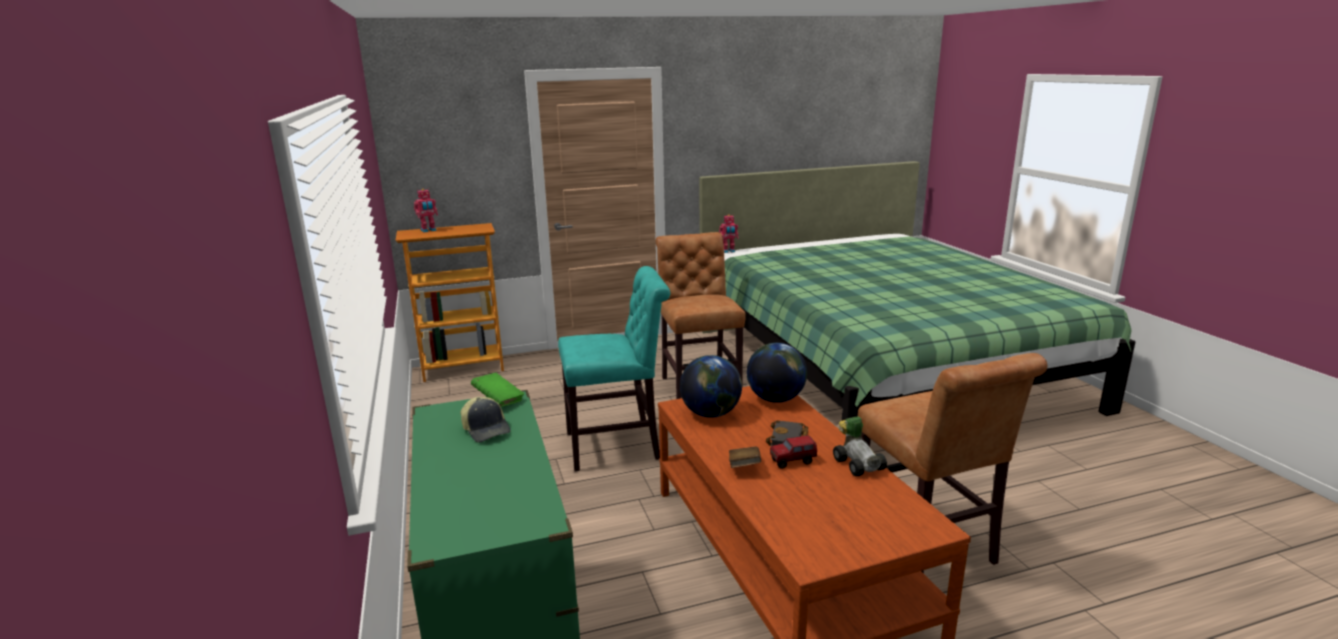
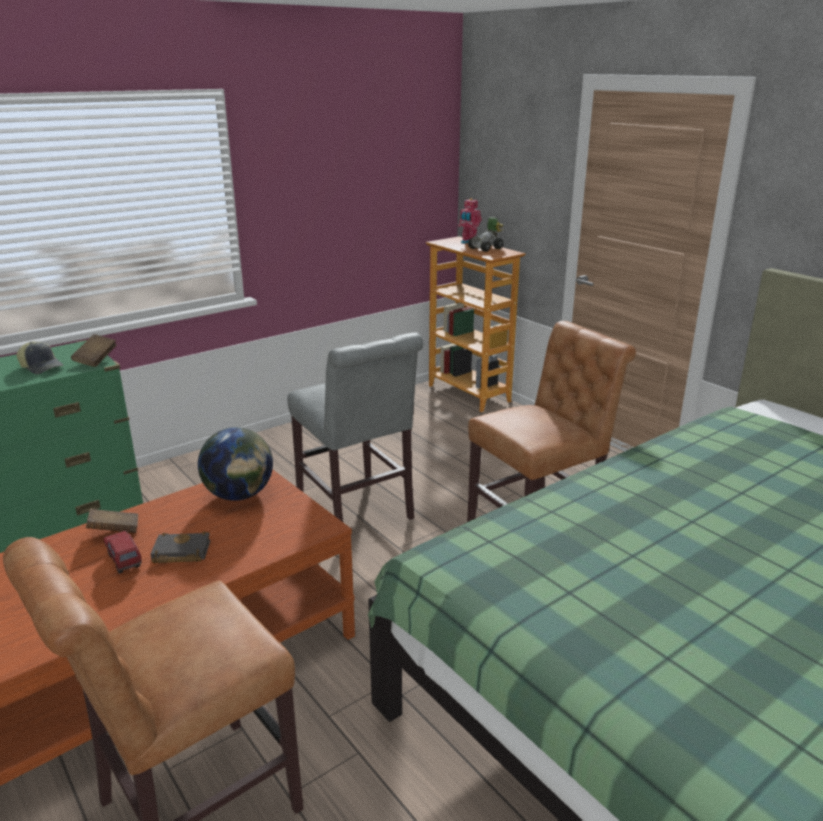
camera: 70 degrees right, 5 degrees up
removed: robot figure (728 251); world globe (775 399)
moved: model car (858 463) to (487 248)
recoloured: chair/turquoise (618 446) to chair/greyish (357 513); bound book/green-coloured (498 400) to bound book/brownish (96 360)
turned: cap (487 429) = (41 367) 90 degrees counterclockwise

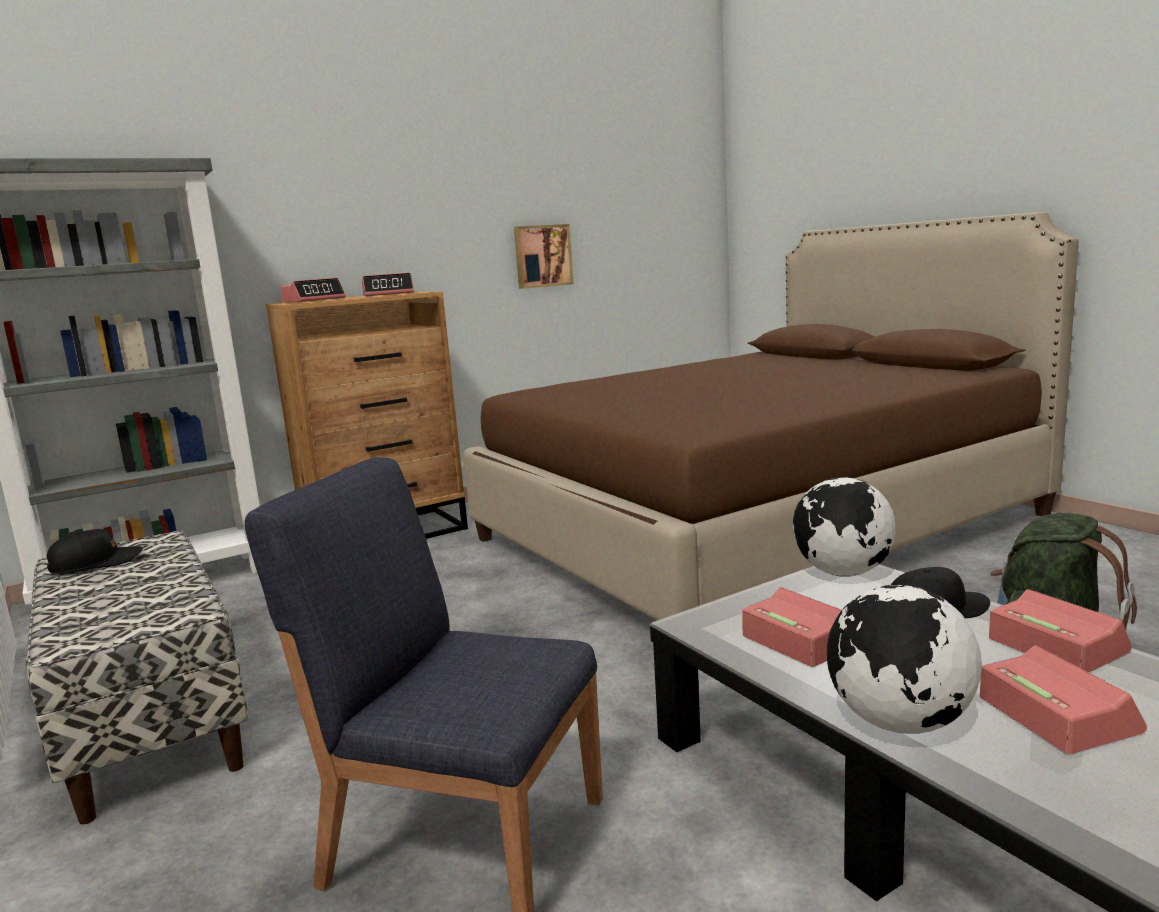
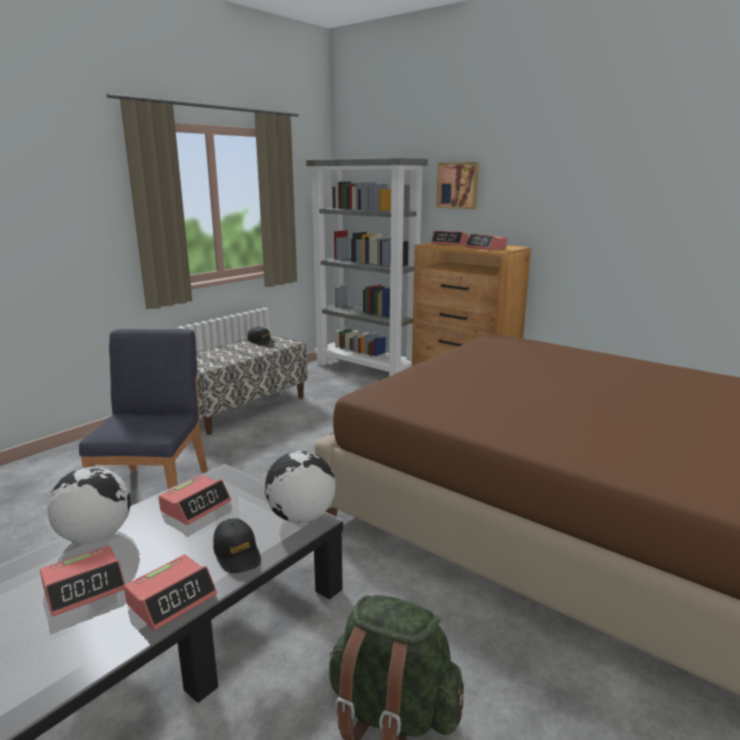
camera: 70 degrees right, 5 degrees up
moved: picture (542 256) to (458 185)

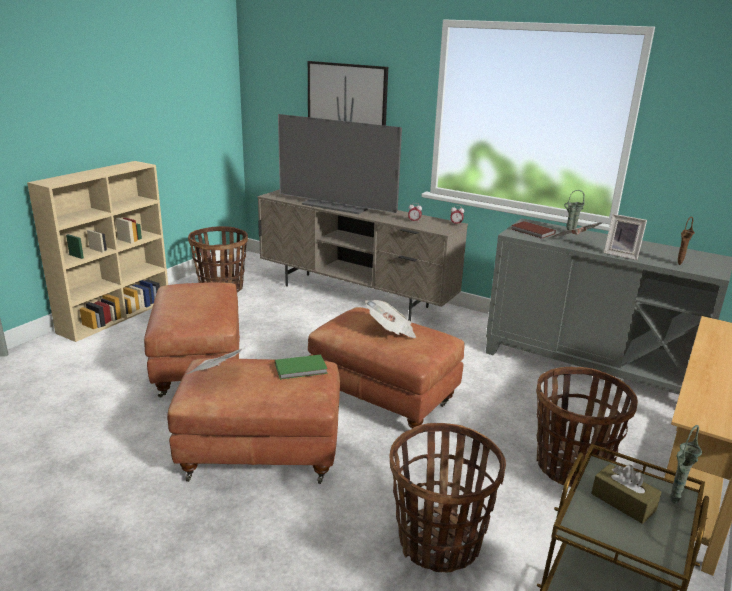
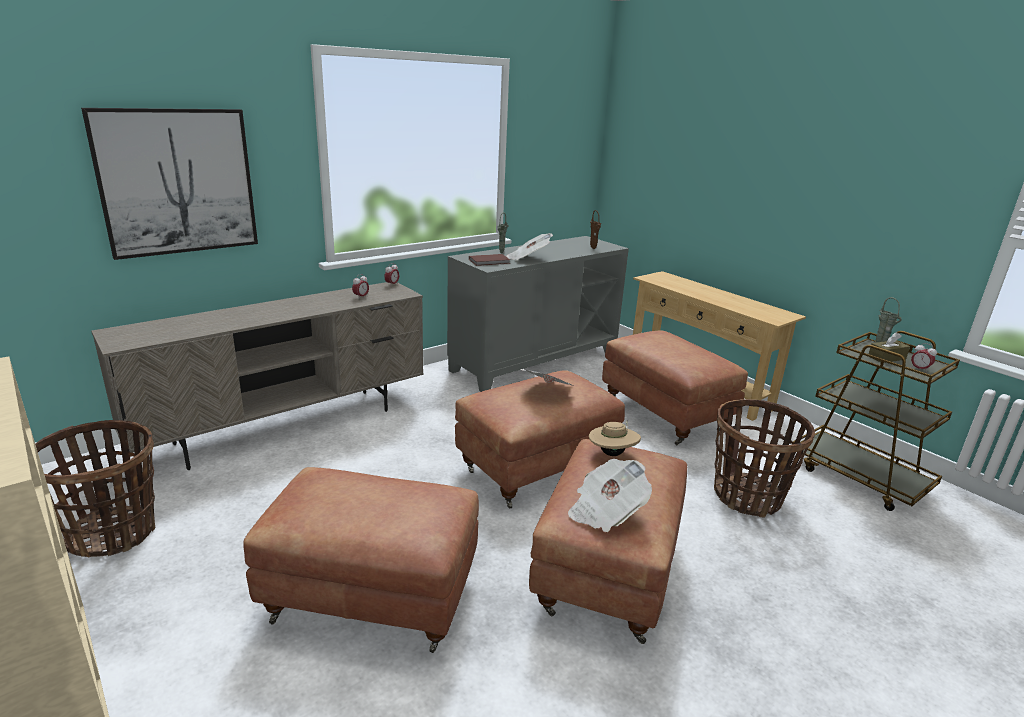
camera: 70 degrees left, 0 degrees up
removed: TV (338 205); standing frame (621 255)
added: alarm clock (919 369)
replaced: bound book/green-coloured (301 369) to wearable hat/beige-coloured (612 453); household basket (571 467) to pouffe/brownish (665 414)

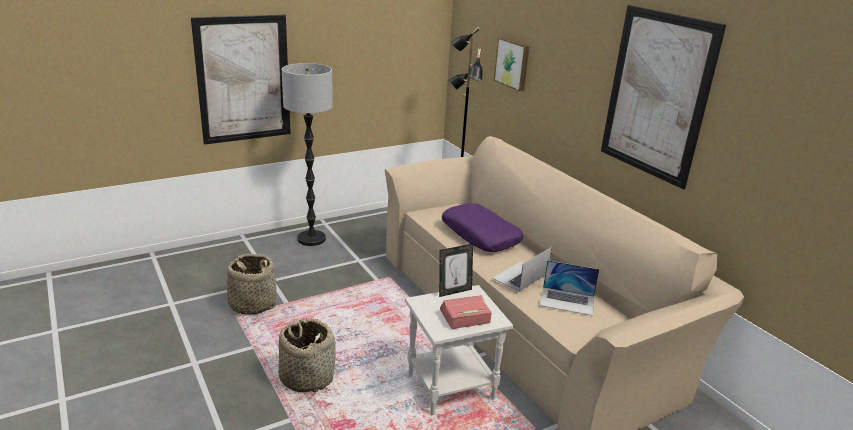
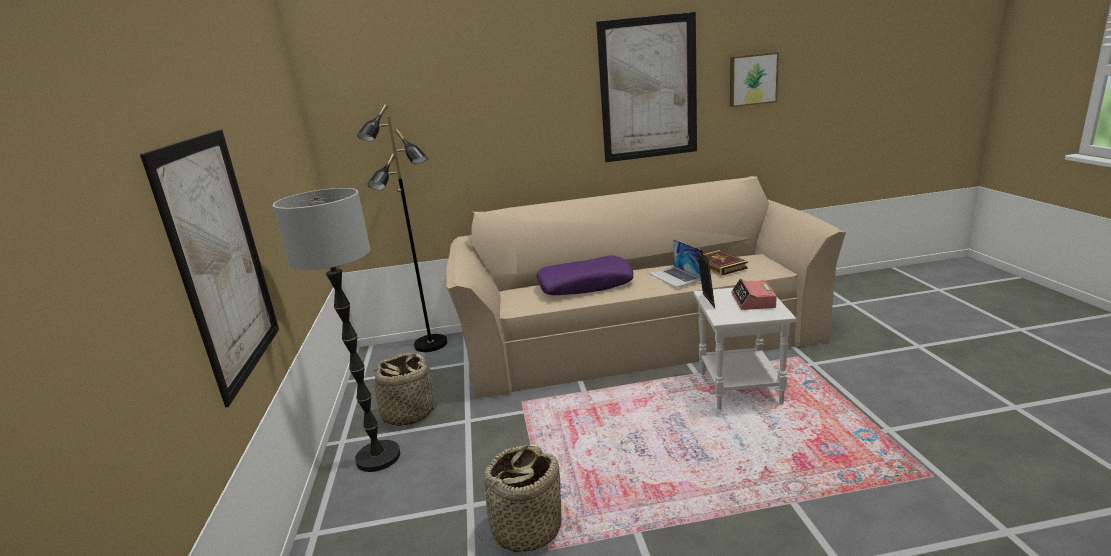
camera: 65 degrees left, 5 degrees down
moved: picture (513 63) to (752 79); household basket (307 377) to (408 413)
replaced: portable computer (567 301) to bound book (720 265)

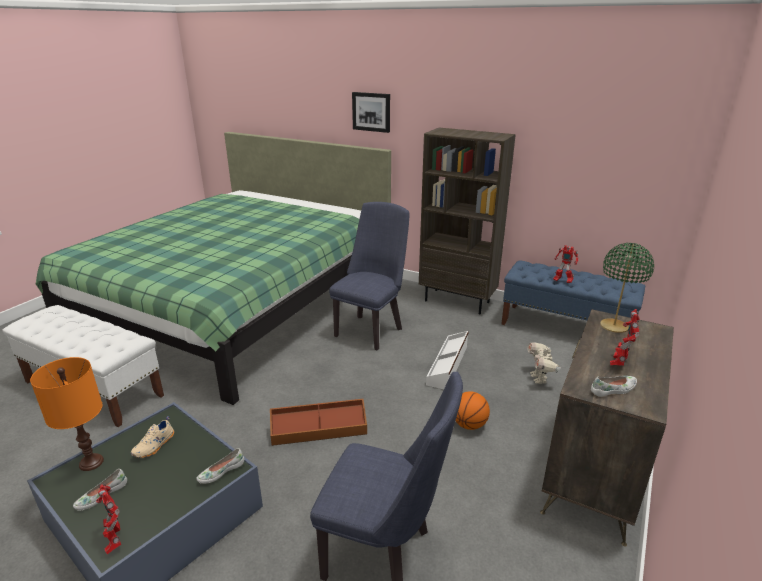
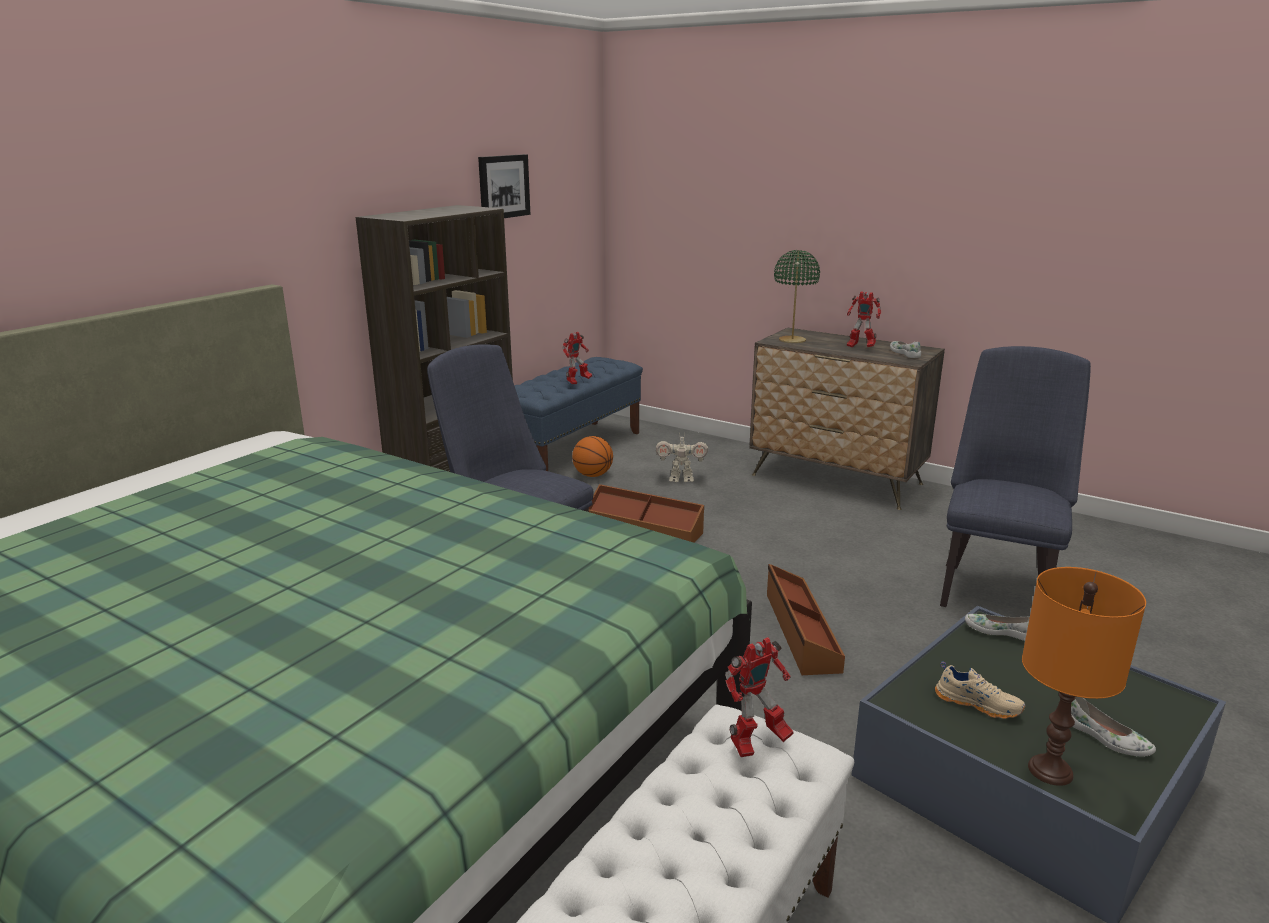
camera: 85 degrees left, 5 degrees down
moved: picture (371 112) to (503 186); basketball ball (469 424) to (593 475); robot figure (115 540) to (756 744)
recoloured: storage box/white-coloured (448 365) to storage box/brownish (644 527)
turned: item of footwear/white-coloured (221 471) = (1001 631) 150 degrees clockwise

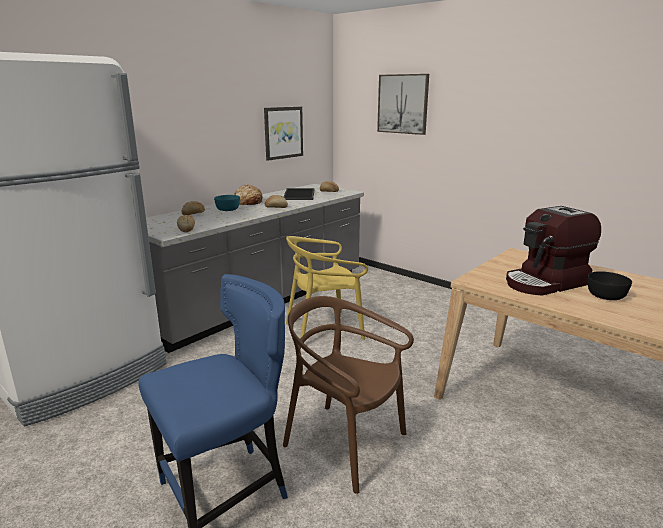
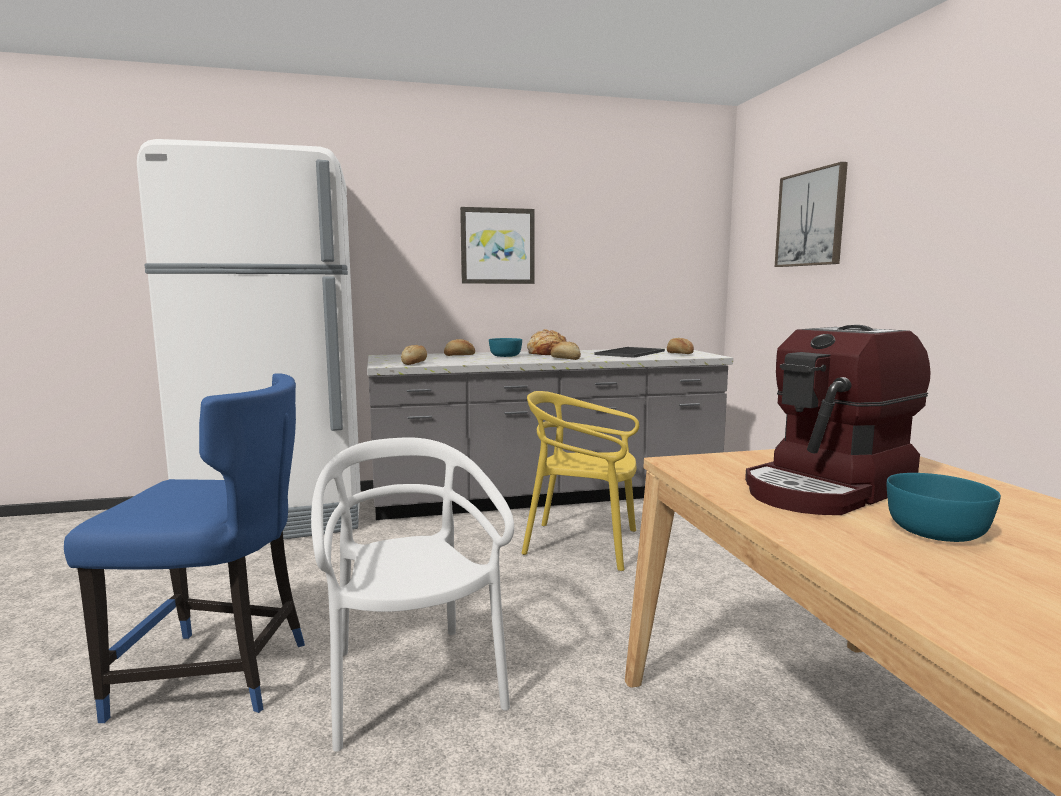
camera: 35 degrees right, 10 degrees down
moved: picture (283 132) to (497 246)
recoloured: serving bowl/blackish (606 296) to serving bowl/turquoise (938 532); chair/brownish (344 443) to chair/white-coloured (411 684)
turned: coffee machine (546 283) = (829 489) 45 degrees counterclockwise

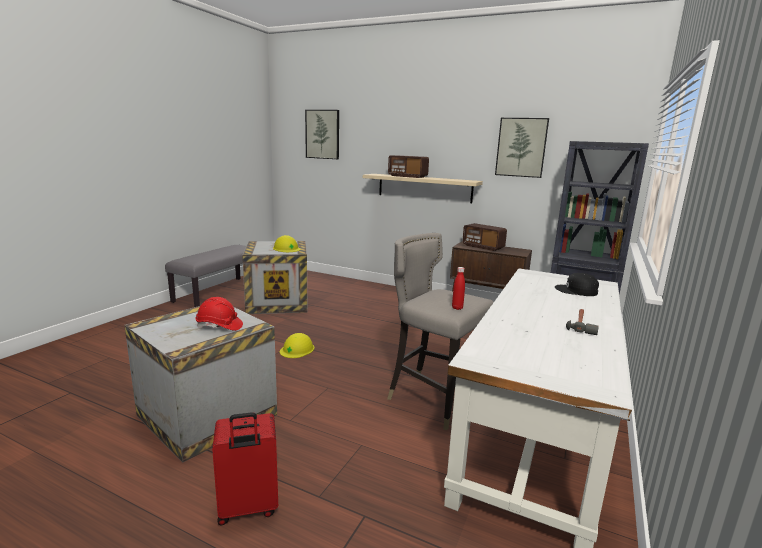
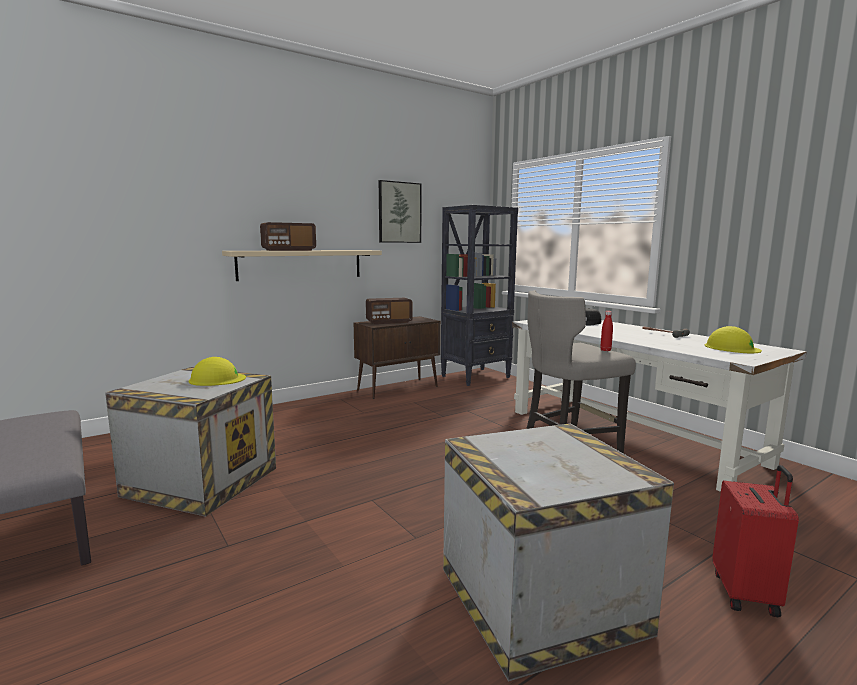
camera: 60 degrees left, 5 degrees down
removed: picture (322 134); work helmet/reddish (219 326)
moved: work helmet/yellowish (297 349) to (731 348)

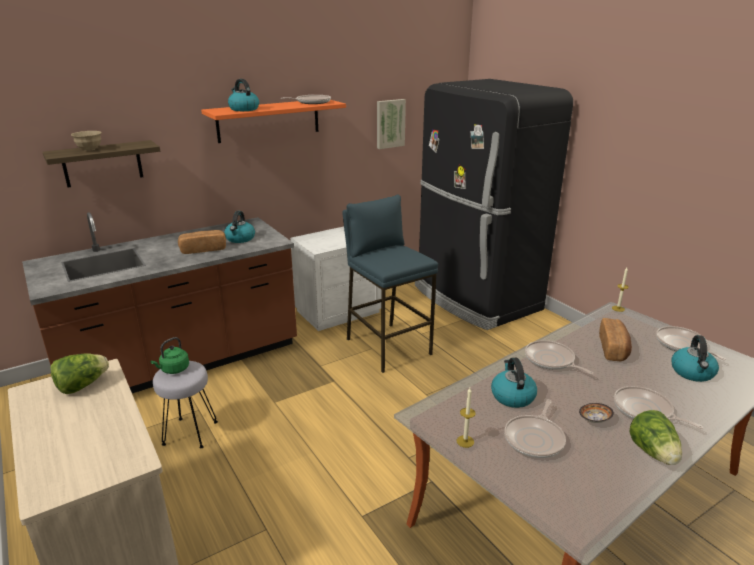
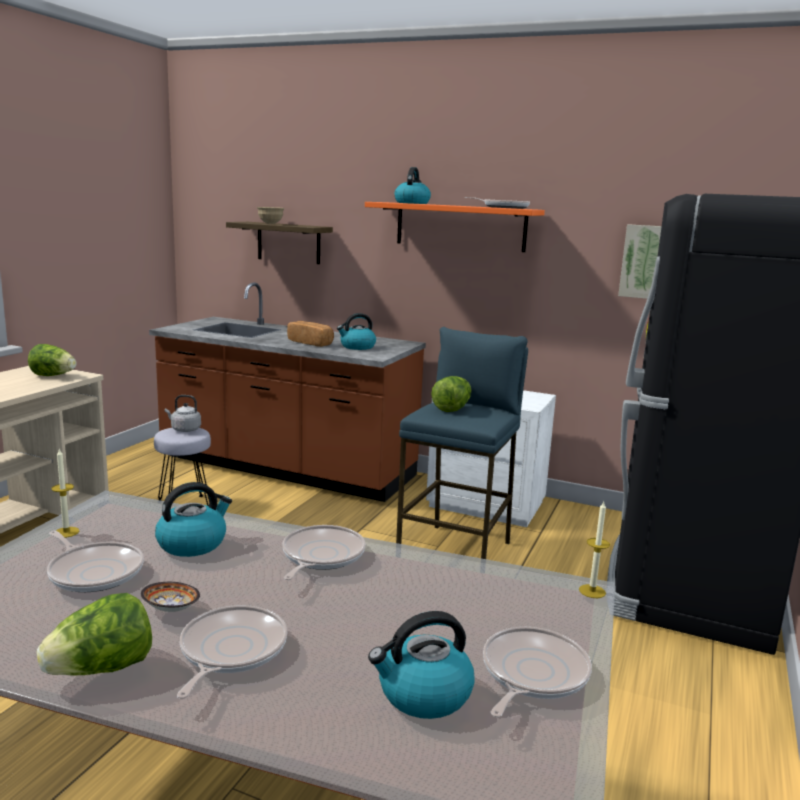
camera: 55 degrees right, 10 degrees down
removed: baked bread (613 349)
added: head of lettuce (452 408)
recoloured: tea kettle/green-coloured (173 369) to tea kettle/greyish (184 429)
turned: frying pan (535 438) = (94 572) 135 degrees counterclockwise

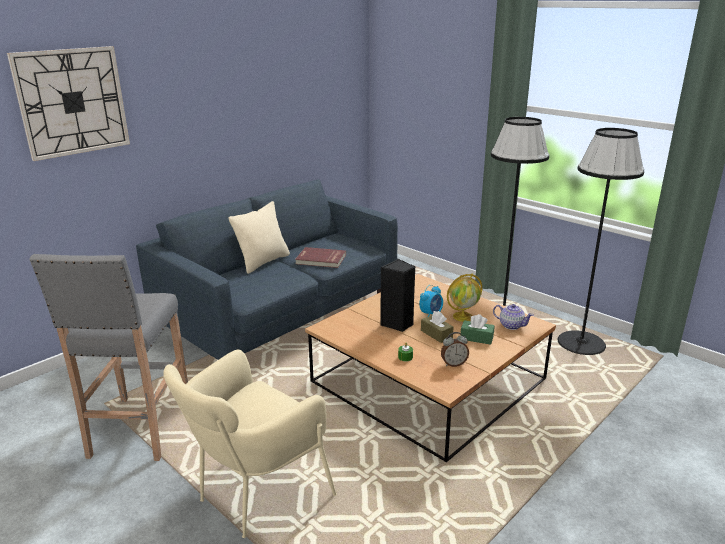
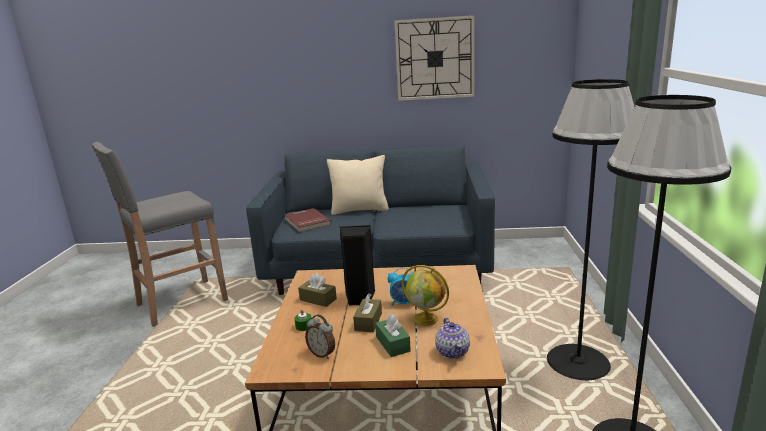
camera: 50 degrees right, 5 degrees down
removed: easy chair/beige-coloured (255 494)
added: tissue box/brownish (318 299)
moved: hanging clock (72 102) to (435 59); bound book/reddish (320 259) to (306 222)

